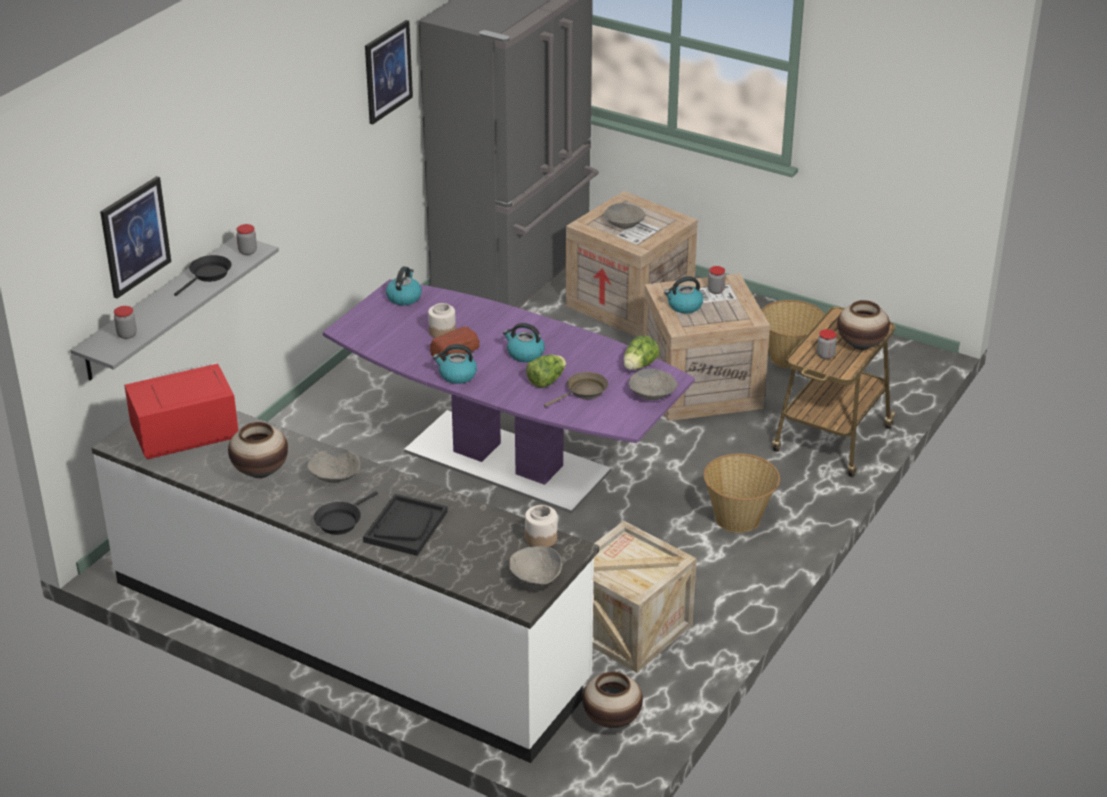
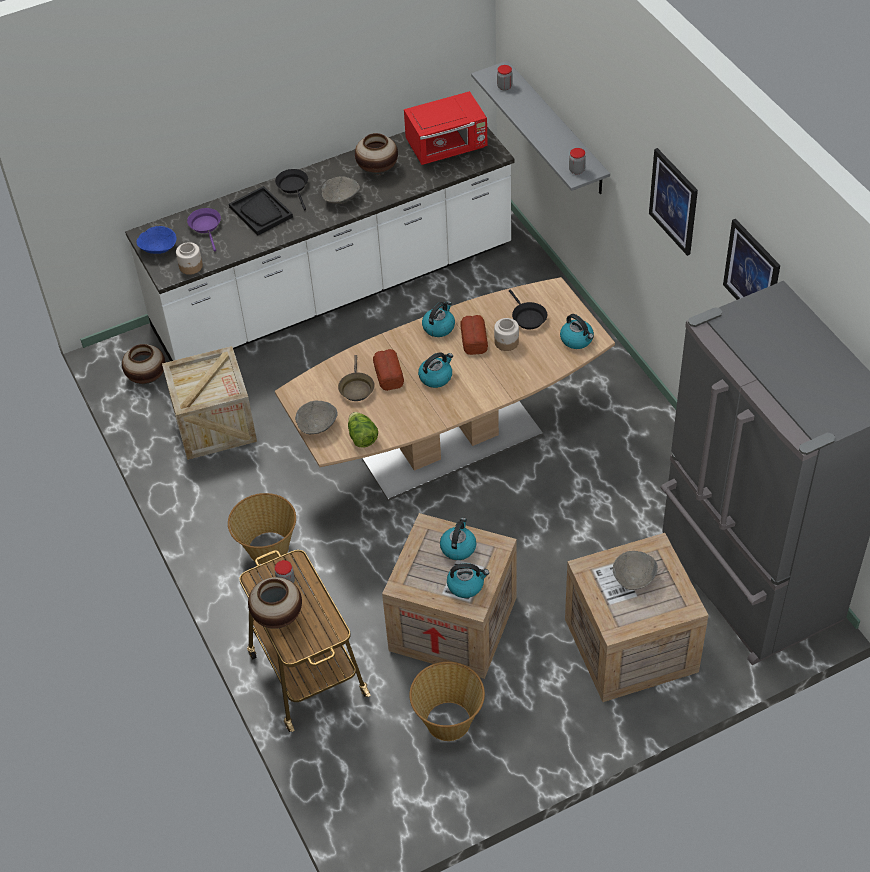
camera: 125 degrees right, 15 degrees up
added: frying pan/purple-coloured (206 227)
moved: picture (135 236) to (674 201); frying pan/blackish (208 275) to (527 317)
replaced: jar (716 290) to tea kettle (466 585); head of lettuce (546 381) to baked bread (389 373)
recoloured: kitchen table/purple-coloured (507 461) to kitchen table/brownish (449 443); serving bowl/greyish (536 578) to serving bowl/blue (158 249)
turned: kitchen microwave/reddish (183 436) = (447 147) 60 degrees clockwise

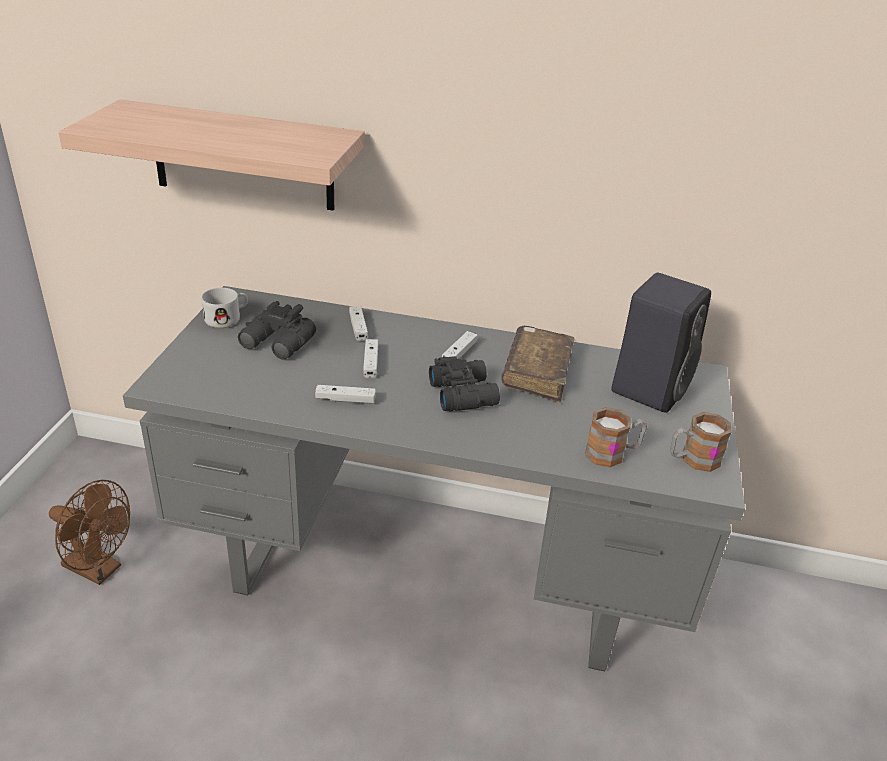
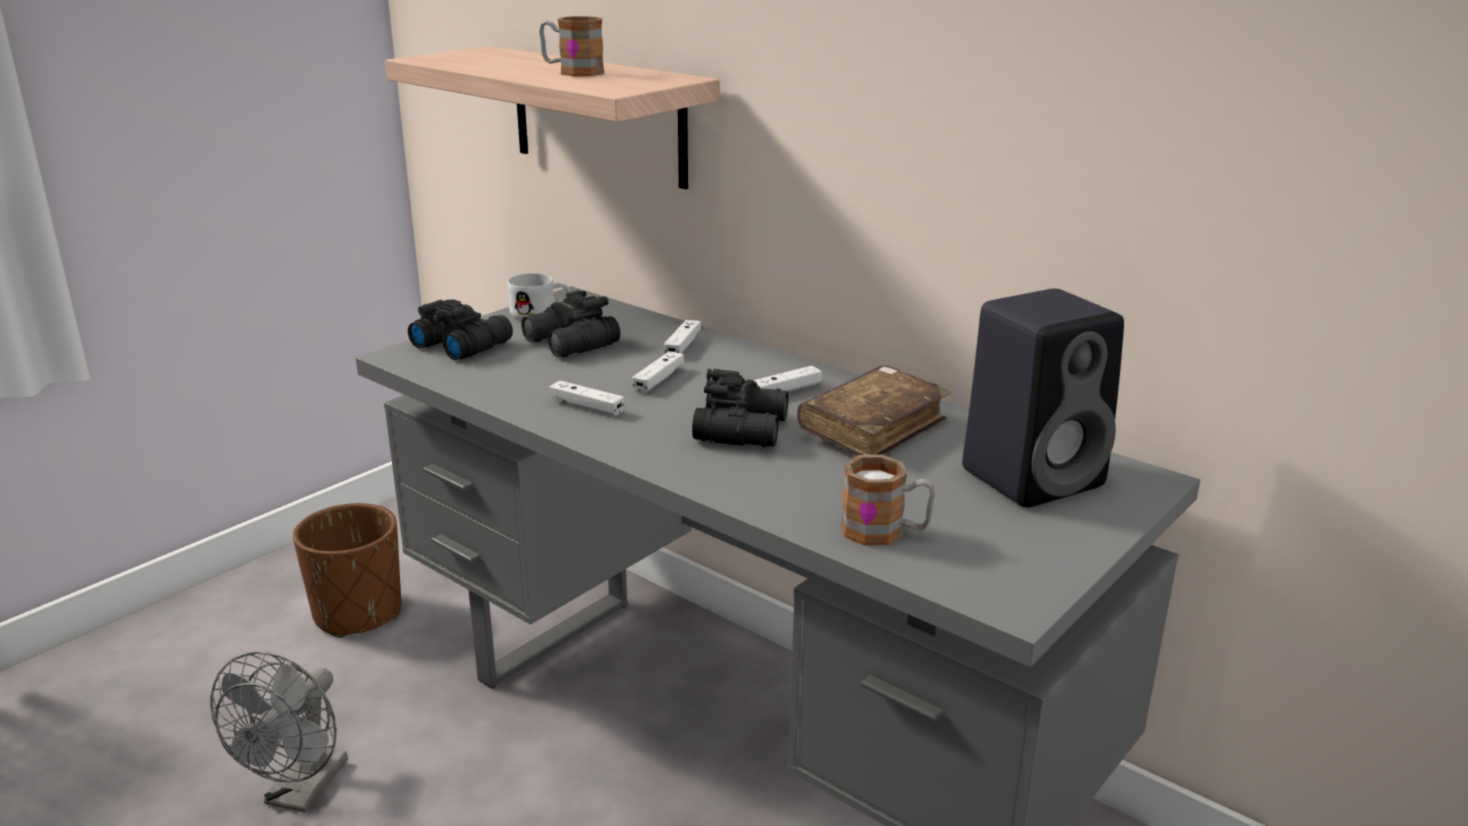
camera: 30 degrees right, 10 degrees down
added: pair of binoculars/blackish (462 344); cooling fan/greyish (300 793)
moved: coffee mug (692 459) to (572 72)
replaced: cooling fan/brownish (99 569) to flower pot/brownish (358 613)

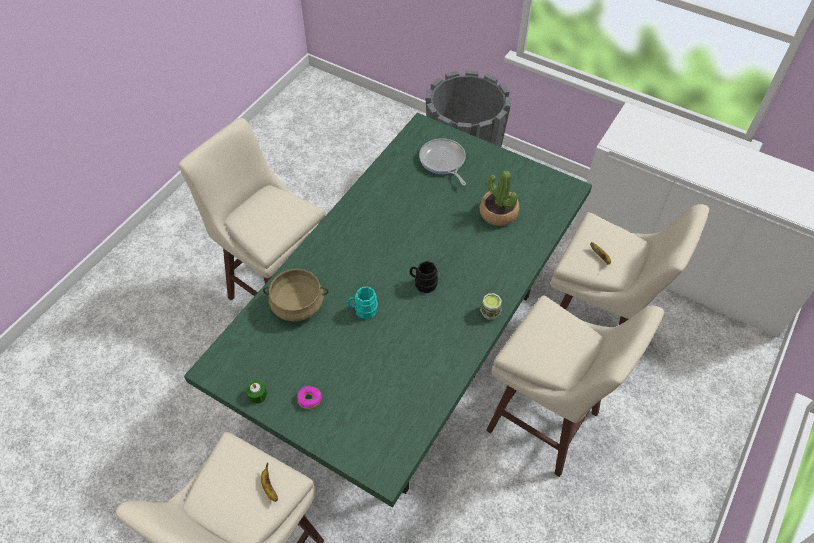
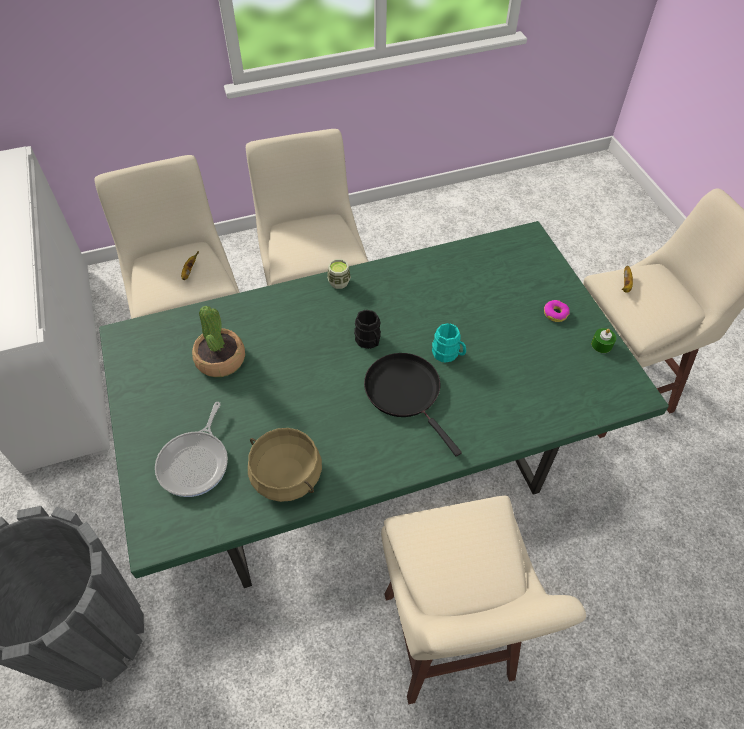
camera: 140 degrees left, 0 degrees up
added: frying pan/blackish (406 392)
moved: cooking pot/beige-coloured (298 304) to (286 475)

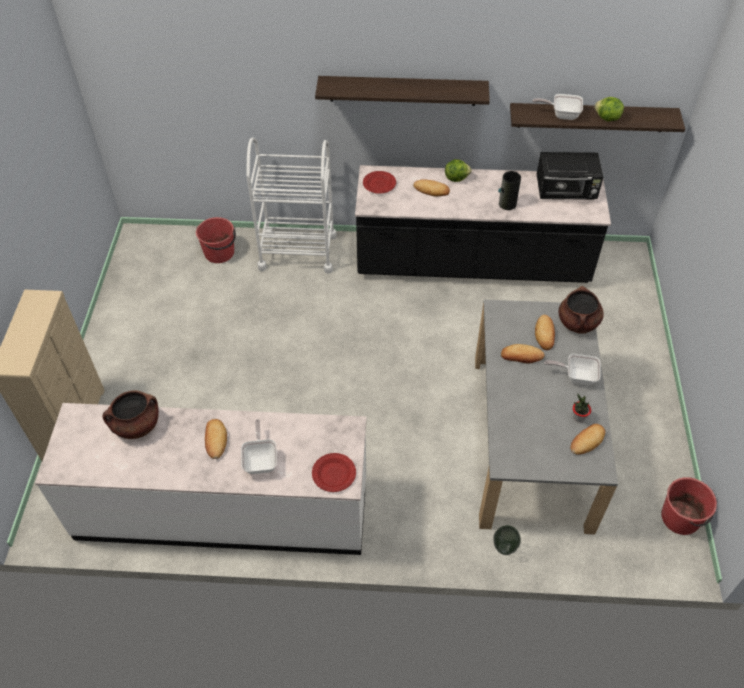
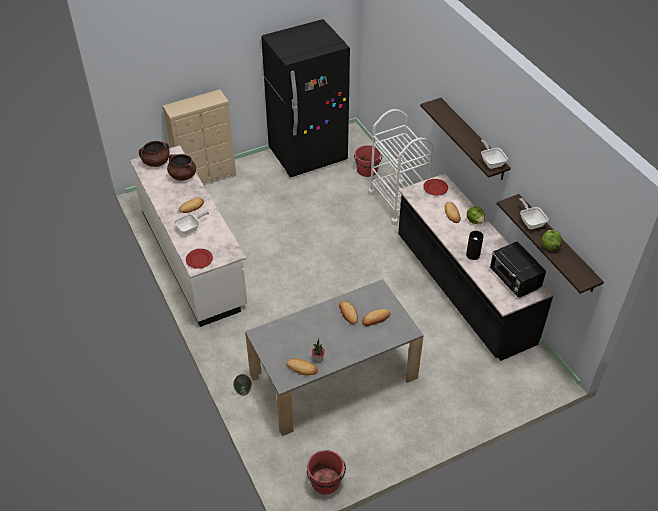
camera: 60 degrees right, 5 degrees down
added: kitchen fridge/blackish (308 155)
moved: cooking pot/brownish (578 322) to (156 162); frying pan (576 376) to (491 162)

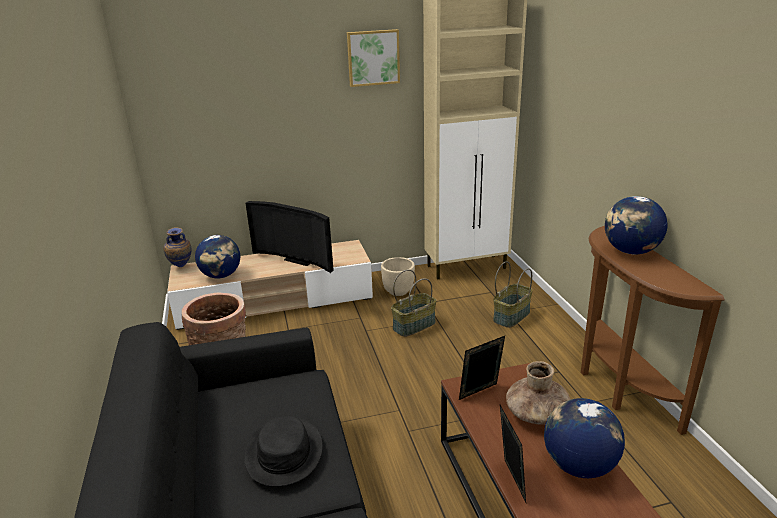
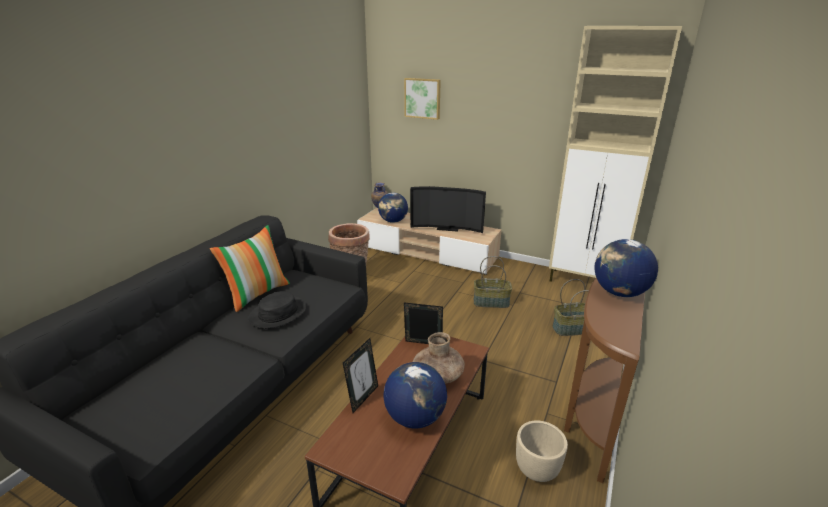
camera: 40 degrees right, 0 degrees up
added: pillow (257 293)
moved: picture (373 57) to (423 98); flower pot/beige-coloured (398 291) to (536 470)
turned: TV (300 259) = (447 228) 60 degrees counterclockwise

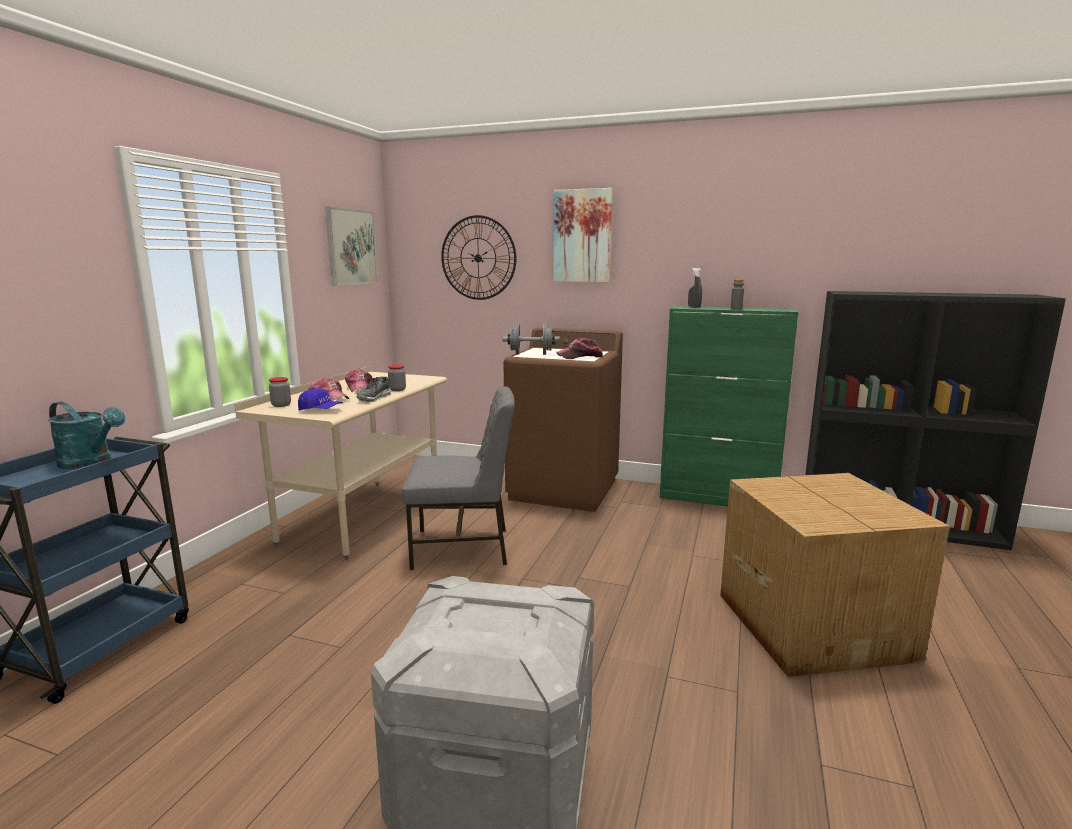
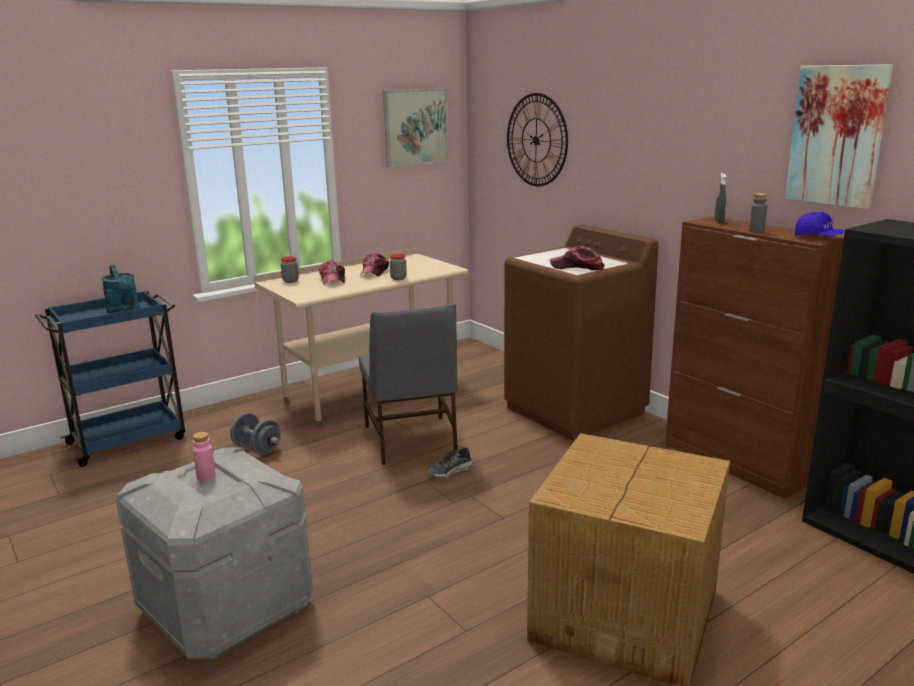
camera: 35 degrees right, 5 degrees up
added: bottle/pinkish (206 477)
moved: picture (582 236) to (837 136); dumbbell/greyish (531 354) to (257 448); item of footwear (374 398) to (450 471); cap/blue (320 410) to (819 238)
recoloured: cupboard/green-coloured (718 499) to cupboard/brownish (734 464)
turned: chair/greyish (463 548) = (411 440) 45 degrees clockwise

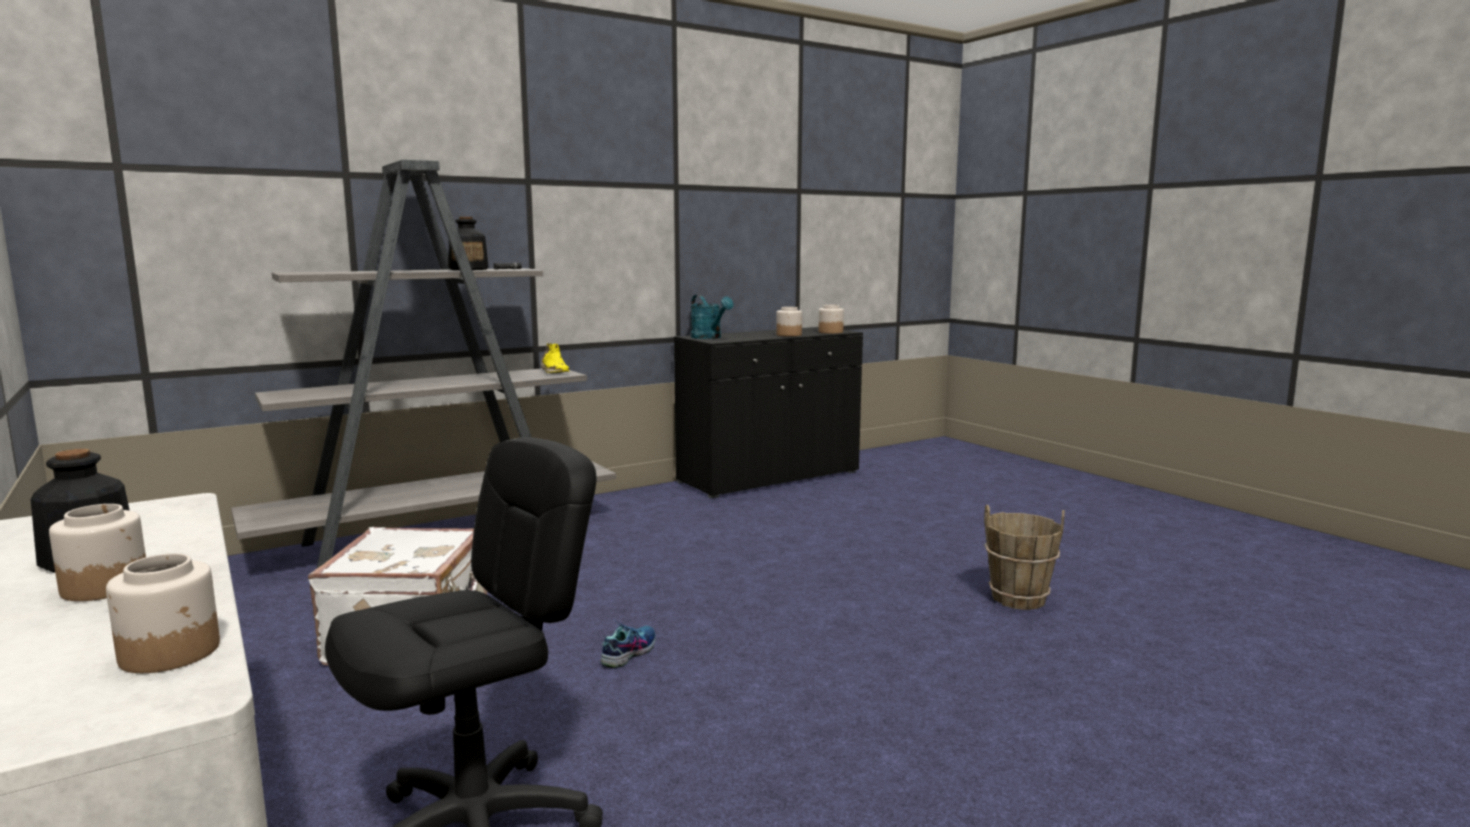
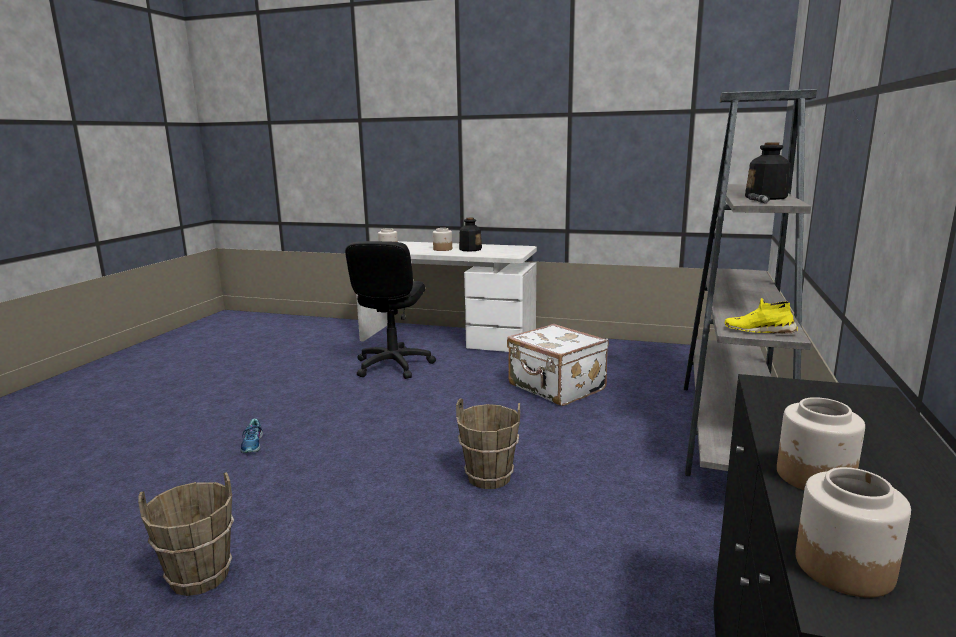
camera: 140 degrees right, 5 degrees up
removed: watering can/turquoise (709 337)
added: pail/brownish (489 478)
moved: item of footwear (628 652) to (253 444)

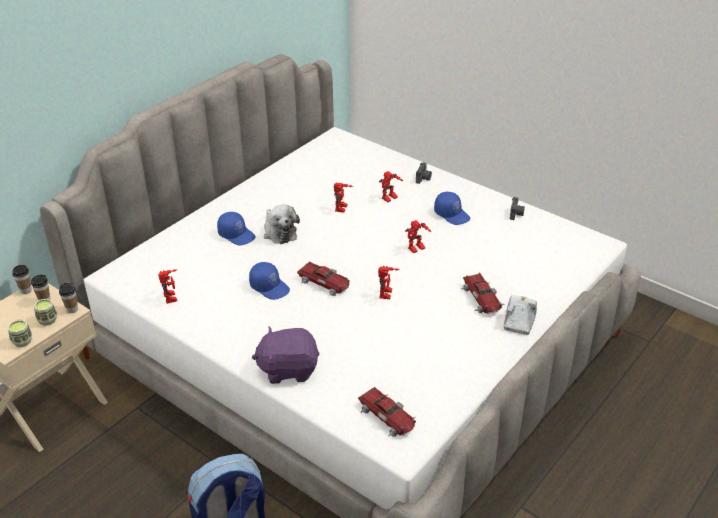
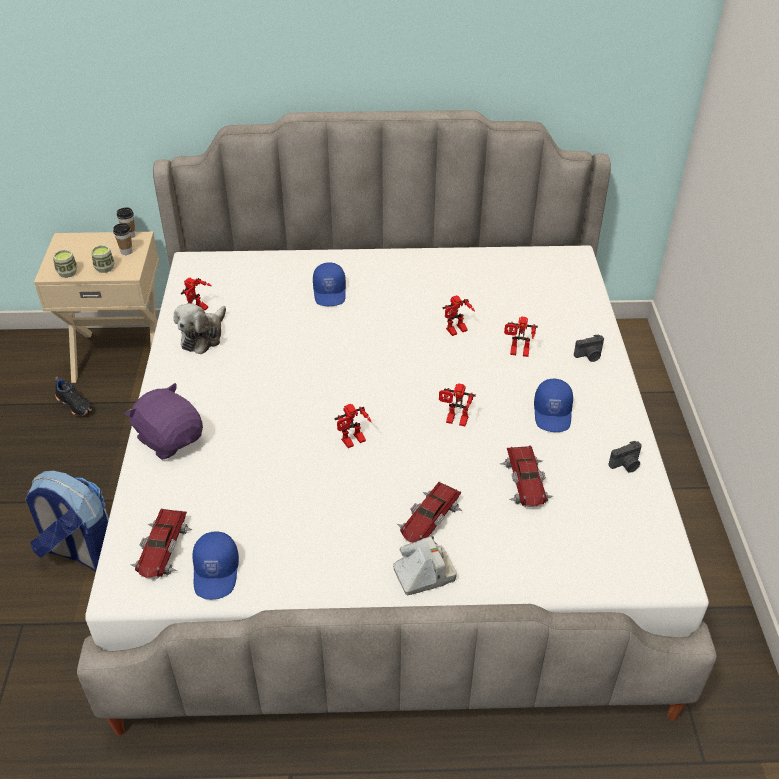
camera: 50 degrees right, 5 degrees up
removed: small cup (72 309)
added: item of footwear/blackish (76 404)
moved: cuddly toy (279 232) to (203 336); model car (325 283) to (526 482); cap/blue (270 287) to (217 572)

